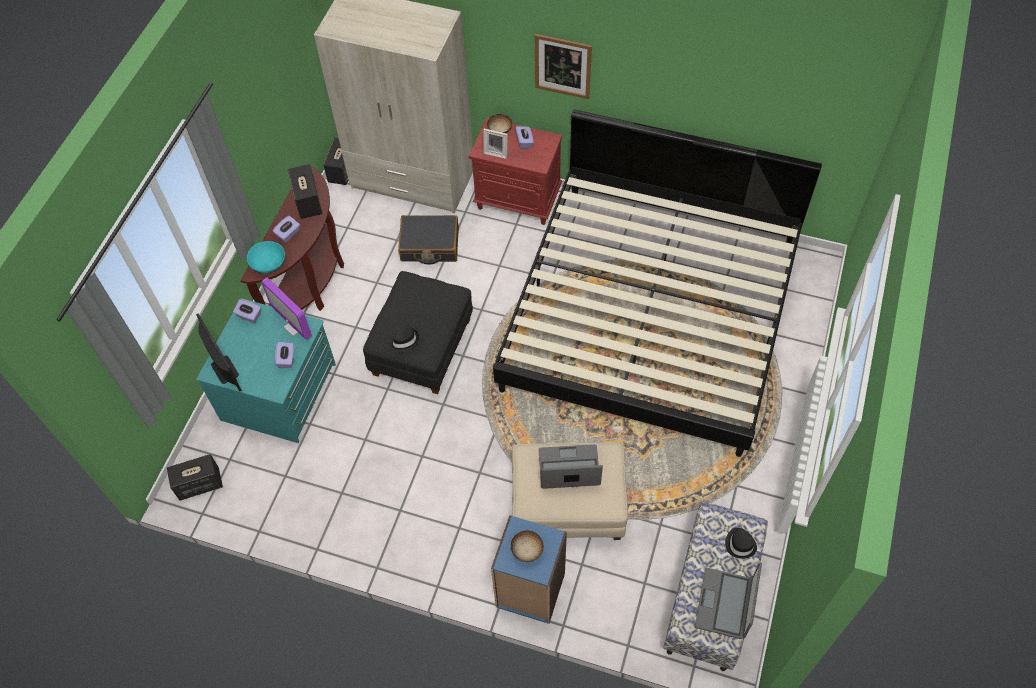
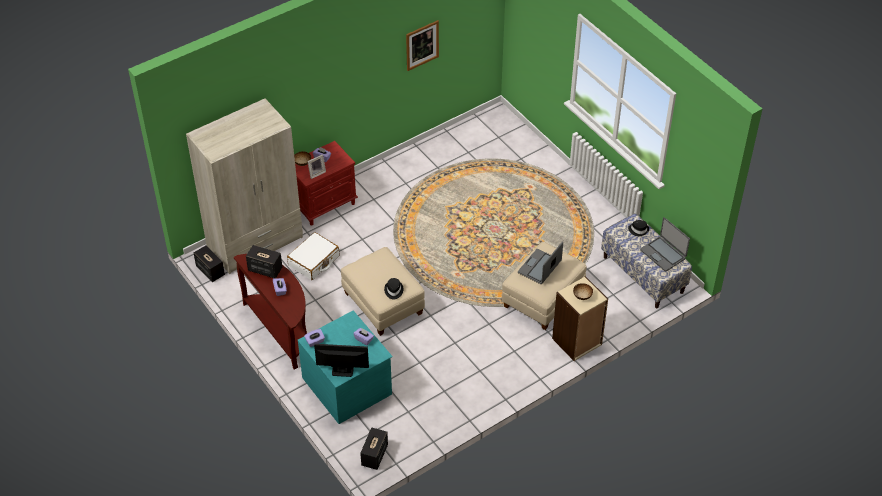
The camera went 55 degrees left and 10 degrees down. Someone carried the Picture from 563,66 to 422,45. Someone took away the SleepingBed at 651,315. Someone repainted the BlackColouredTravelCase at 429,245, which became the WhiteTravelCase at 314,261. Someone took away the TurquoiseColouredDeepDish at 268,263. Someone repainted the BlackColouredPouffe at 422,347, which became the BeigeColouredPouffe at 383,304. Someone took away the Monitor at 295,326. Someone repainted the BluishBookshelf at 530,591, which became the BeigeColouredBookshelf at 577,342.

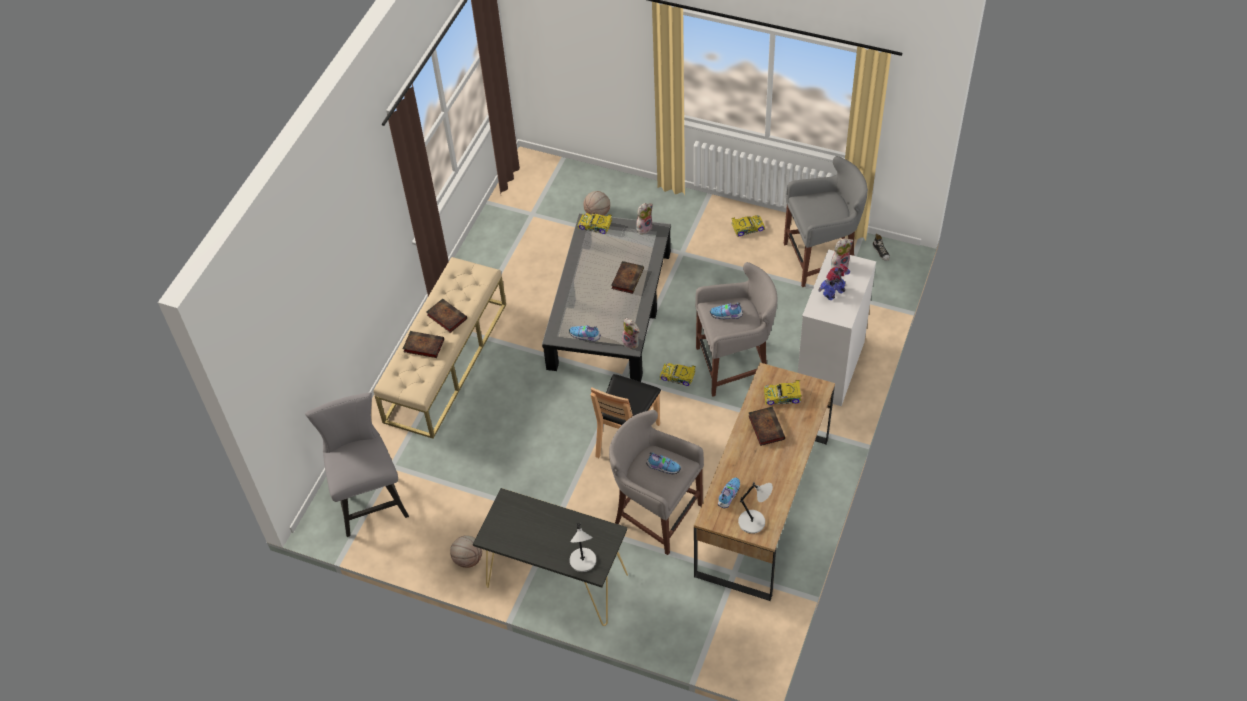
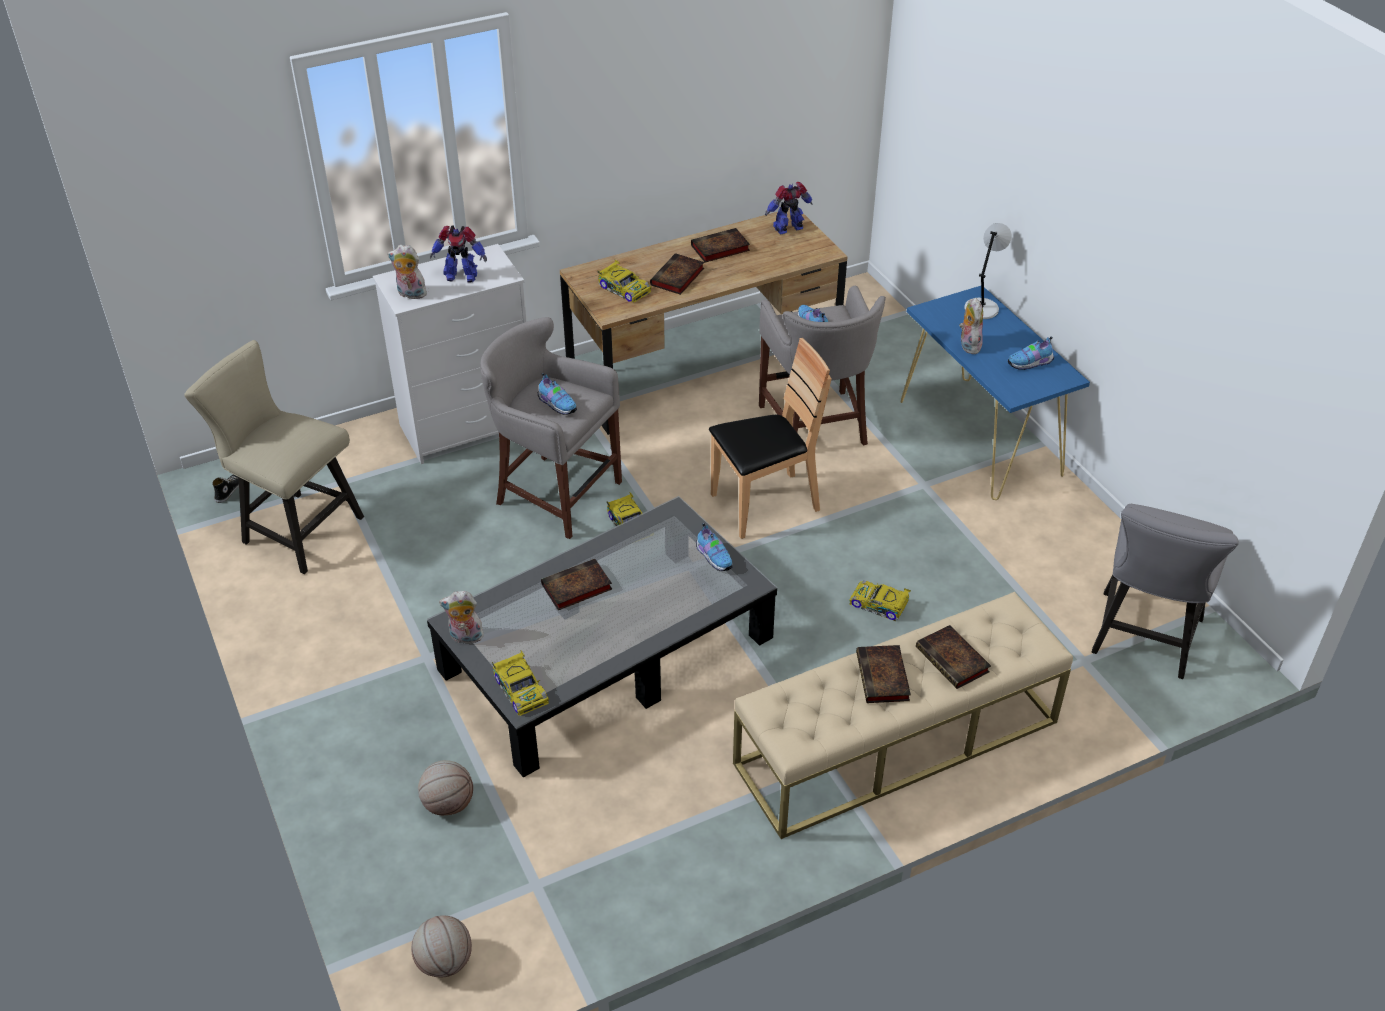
The camera went 140 degrees left and 10 degrees down. Someone swapped the GreyishStoolSeat at 822,258 for the BeigeColouredUprightChair at 295,528. Someone carried the ToyCar from 747,228 to 879,605. Someone carried the CuddlyToy from 632,342 to 968,345. Someone carried the ItemOfFootwear from 728,496 to 1030,363. Someone swapped the GreyishTableLamp at 753,522 for the RobotFigure at 789,229. Someone repainted the BlackColouredHallTable at 556,580, which became the BluishHallTable at 980,438. Someone carried the Basketball from 468,559 to 444,962. Someone put down the Book at 719,249.

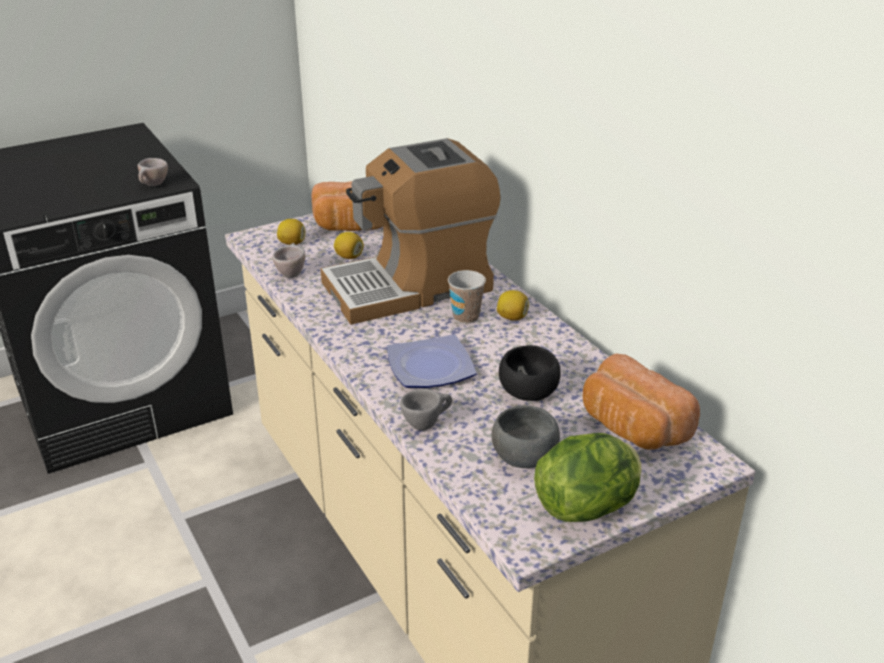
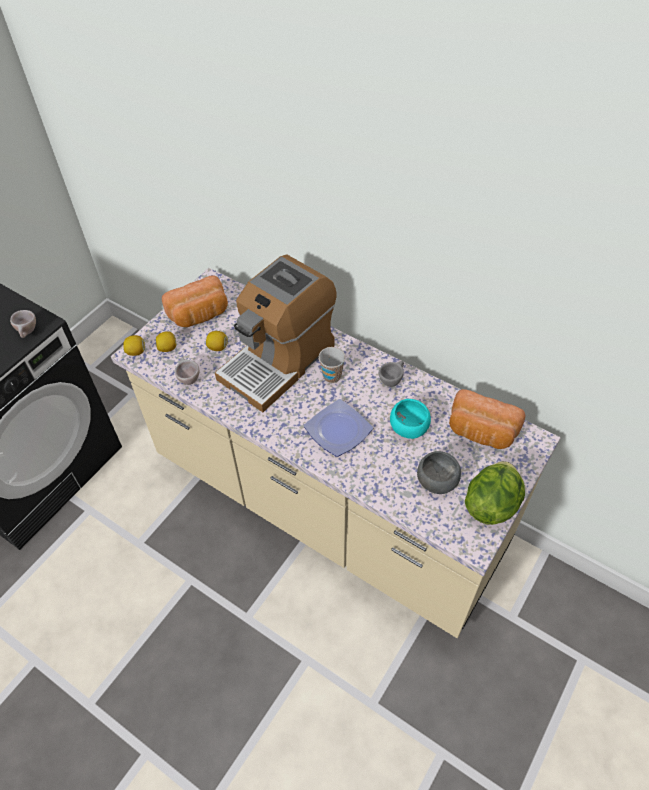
The camera went 25 degrees left and 20 degrees up. Someone carried the WholeLemon from 512,317 to 136,352. Someone repainted the BlackColouredDeepDish at 526,393, which became the TurquoiseColouredDeepDish at 408,428. Someone carried the GreyishSmallCup from 426,423 to 392,380.

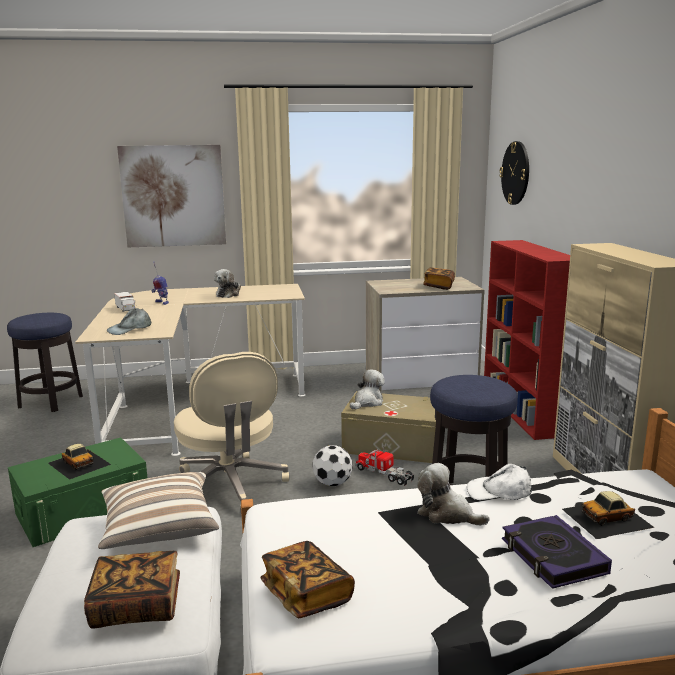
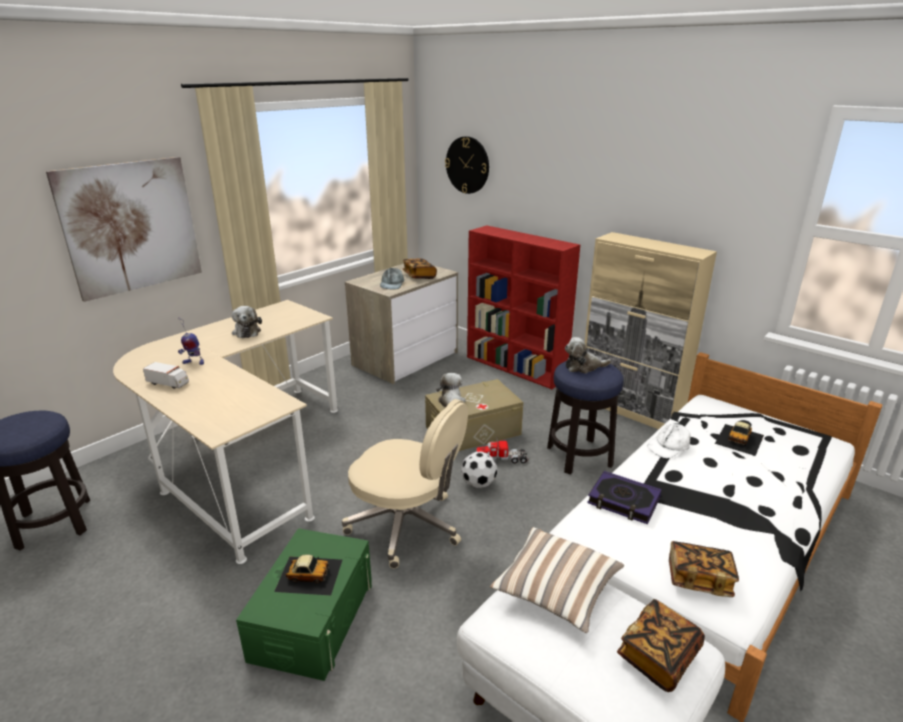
The camera went 40 degrees left and 10 degrees up. Someone carried the GreyishCap from 130,329 to 392,284. Someone carried the CuddlyToy from 447,514 to 583,367. Someone carried the Book from 553,557 to 623,501.

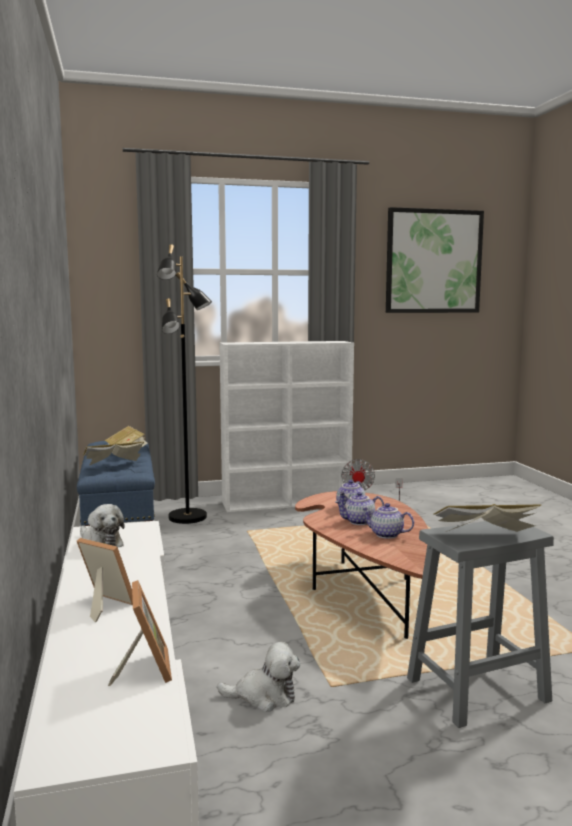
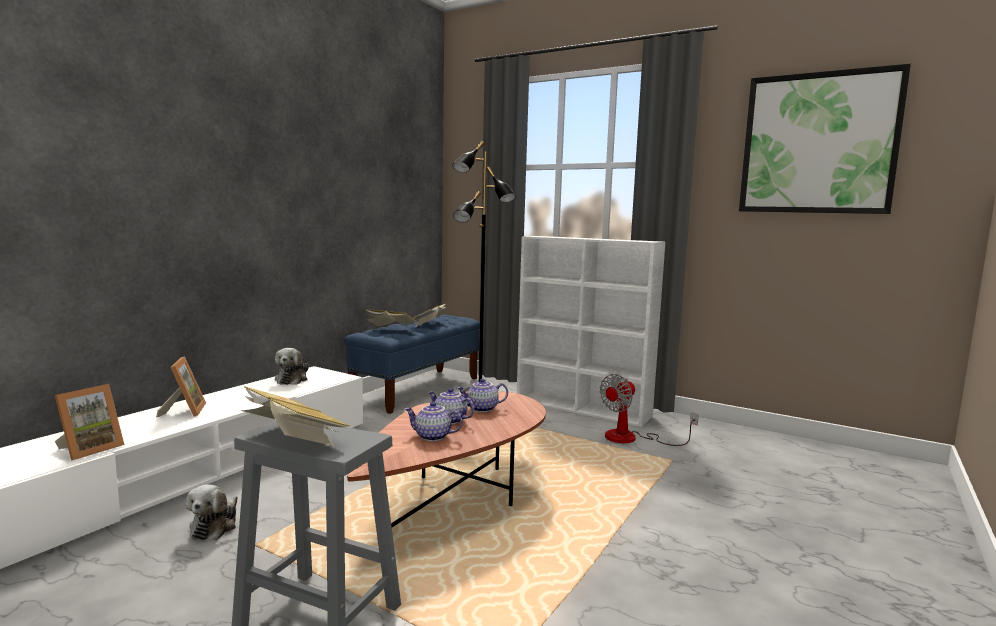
The camera went 45 degrees right and 0 degrees up. Someone rotated the TeaPot at 386,535 by 60 degrees counterclockwise. Someone rotated the CuddlyToy at 264,696 by 45 degrees clockwise.

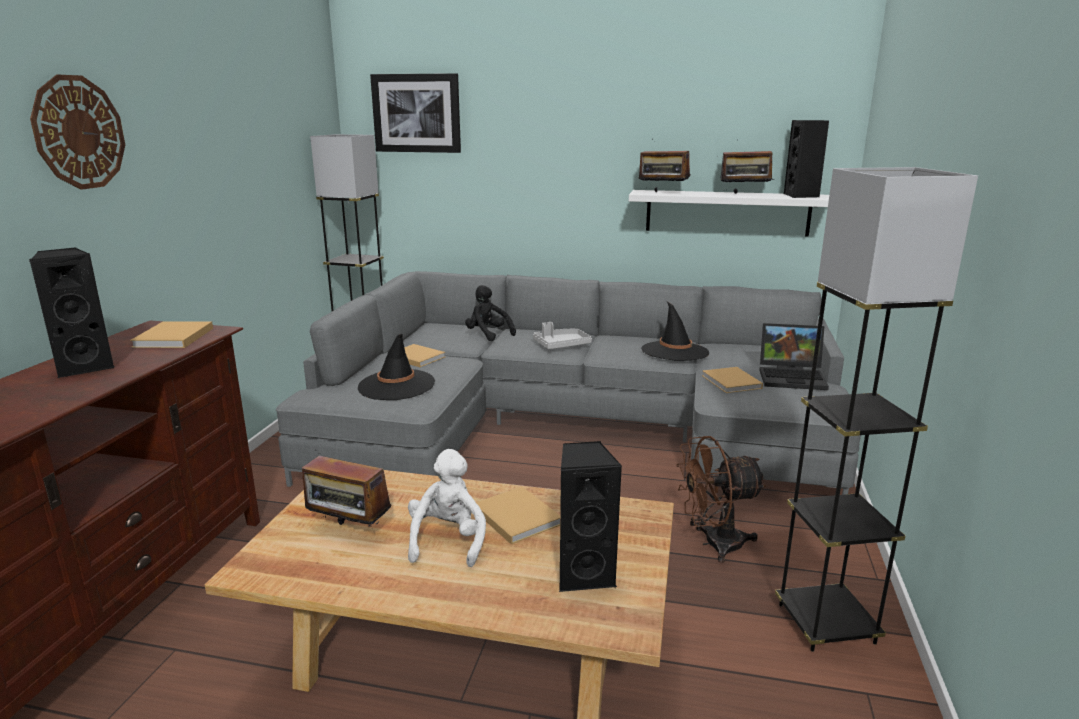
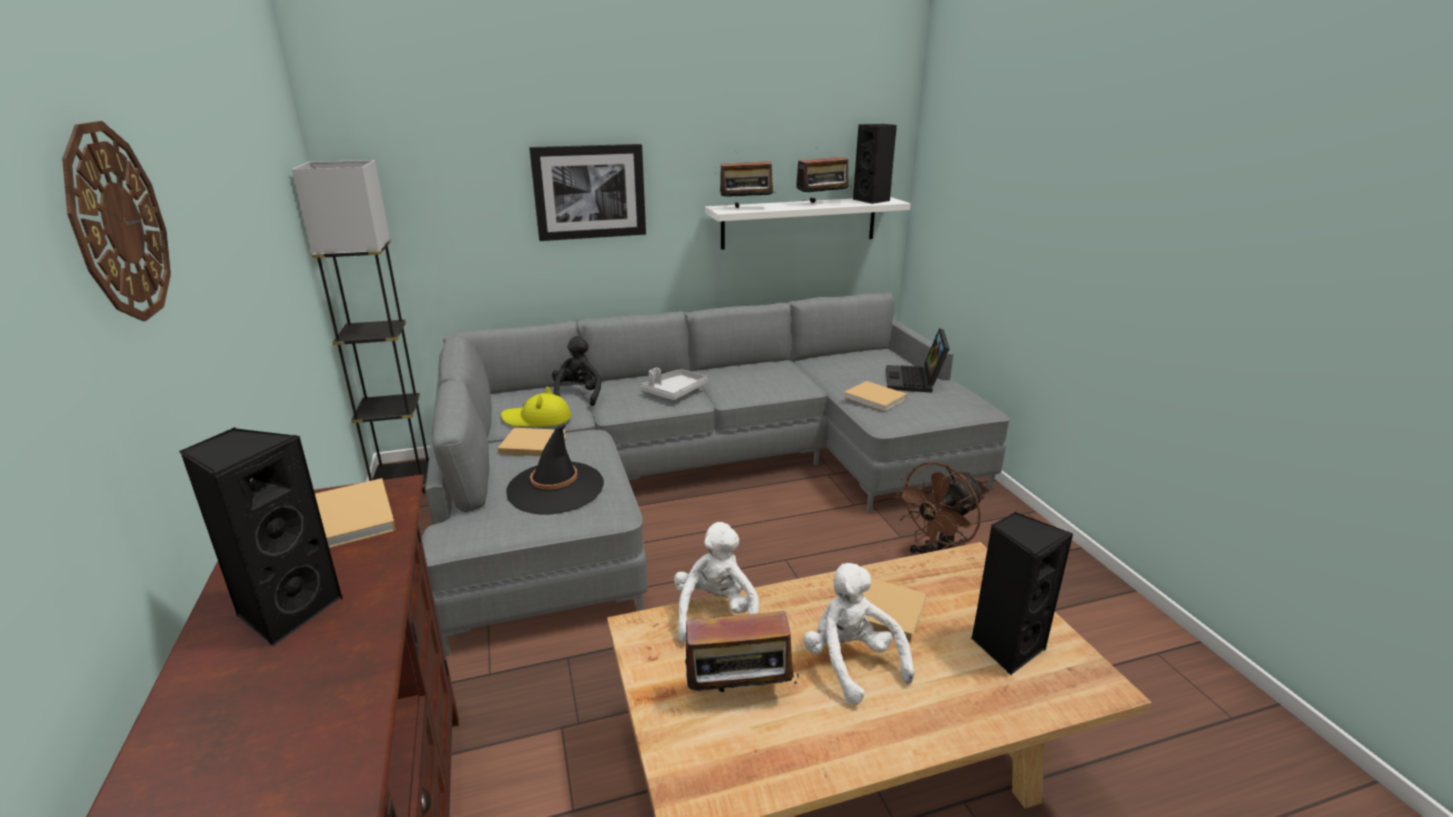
The camera went 30 degrees left and 5 degrees up. Someone carried the Picture from 416,113 to 589,192. Someone took away the GreyishStandingLamp at 826,623. Someone rotated the BlackColouredCuddlyToy at 488,334 by 75 degrees clockwise. Someone took away the BlackColouredWearableHat at 674,351. Someone rotated the NotebookComputer at 793,377 by 120 degrees clockwise. Someone put down the YellowWearableHat at 537,419. Someone put down the WhiteCuddlyToy at 716,615.

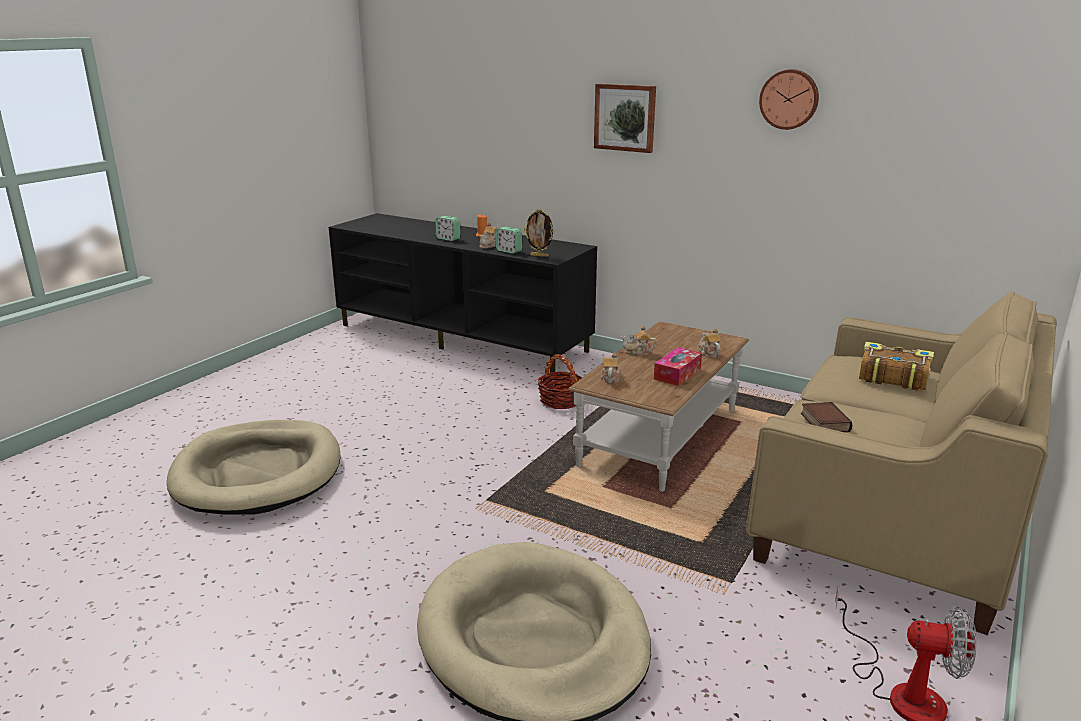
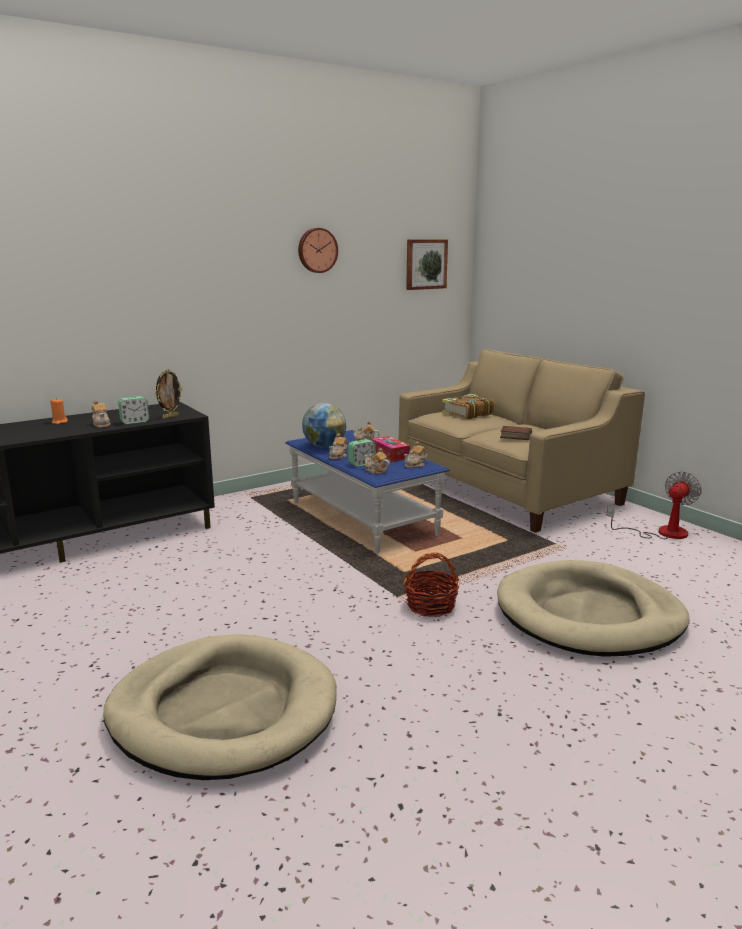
The camera went 65 degrees left and 5 degrees down. Someone carried the Picture from 625,117 to 425,264. Someone carried the BedsideClock from 448,239 to 362,464. Someone repainted the BrownishLowTable at 660,437, which became the BluishLowTable at 362,518. Someone carried the StorageBasket from 560,401 to 431,605. Someone put down the WorldGlobe at 324,446. Someone put down the TeaPot at 415,465.

